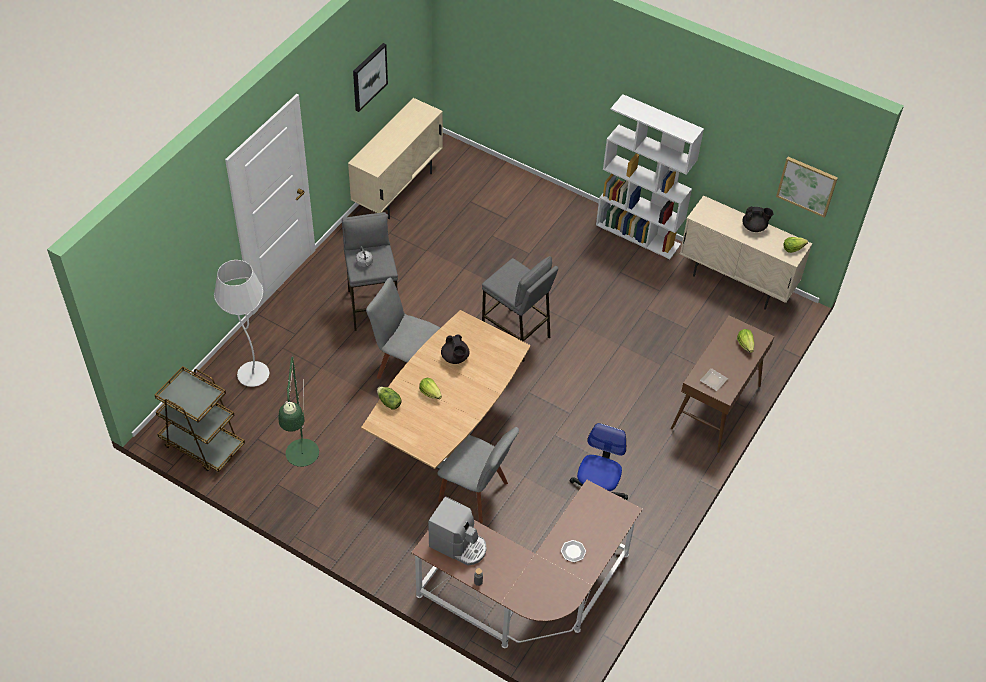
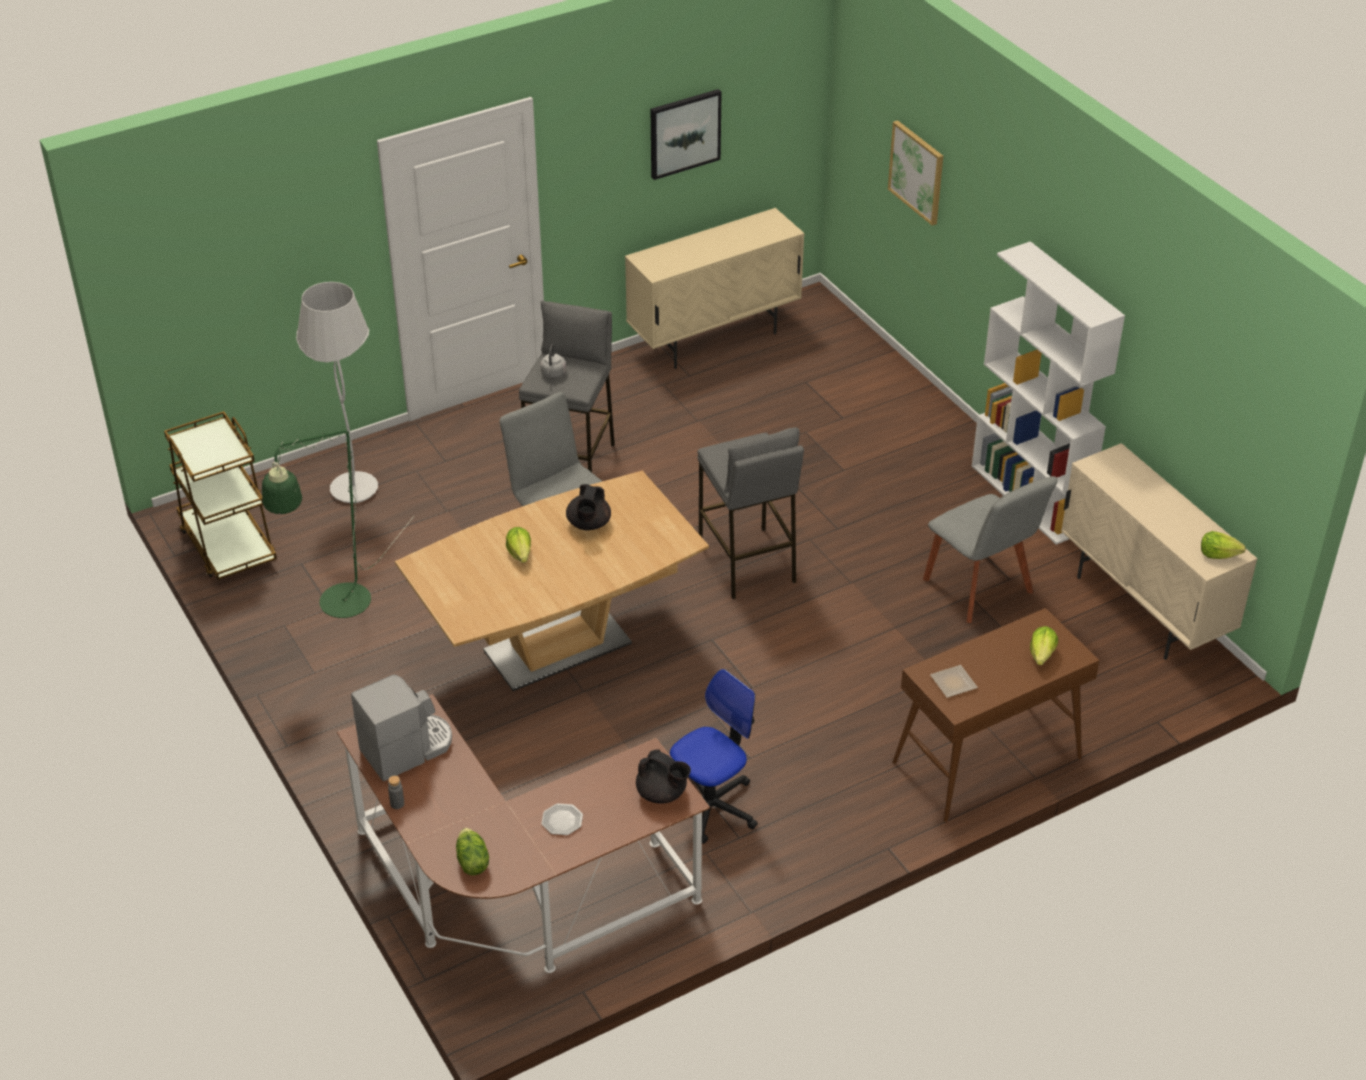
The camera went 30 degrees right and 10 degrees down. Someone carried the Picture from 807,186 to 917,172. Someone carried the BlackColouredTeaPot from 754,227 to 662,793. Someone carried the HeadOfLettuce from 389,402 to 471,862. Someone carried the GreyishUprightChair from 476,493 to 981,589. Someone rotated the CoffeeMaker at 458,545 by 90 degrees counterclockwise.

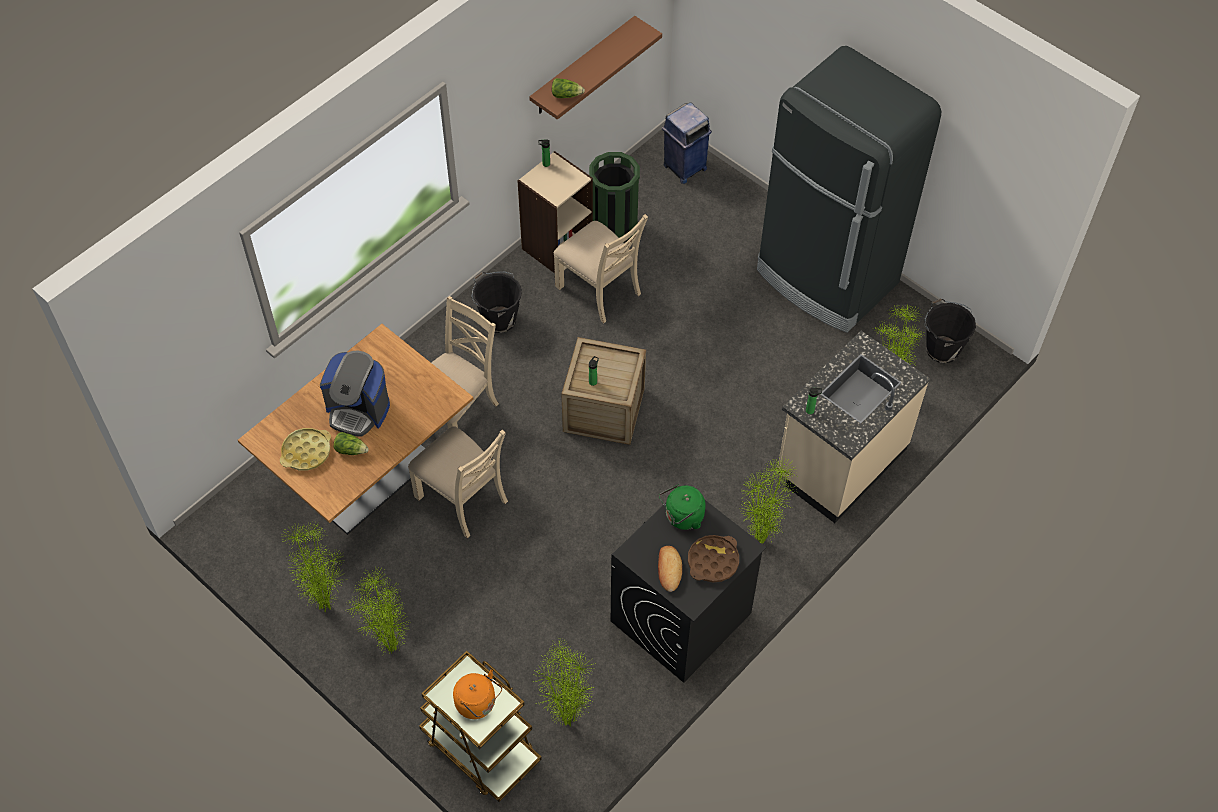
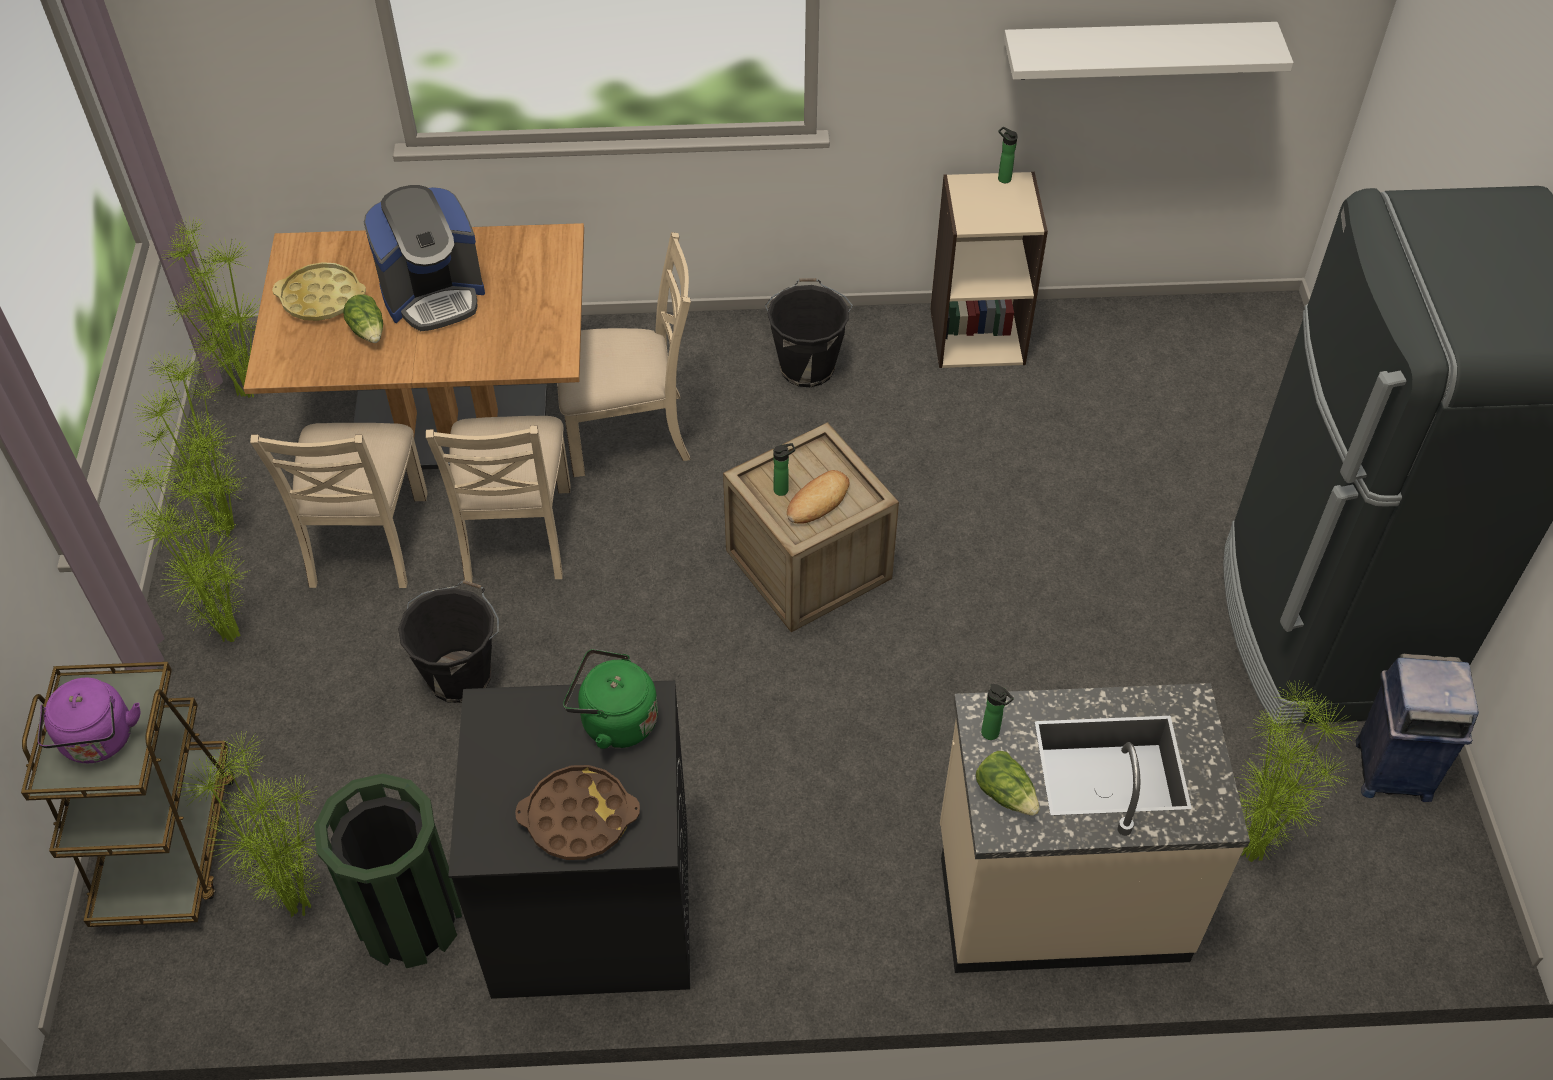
The camera went 45 degrees right and 5 degrees down. Someone repainted the BrownishBracketShelf at 583,67, which became the WhiteBracketShelf at 1136,50. Someone carried the HeadOfLettuce from 566,95 to 1006,793. Someone carried the BluishTrashCan from 684,167 to 1390,769. Someone carried the GreenishTrashCan from 613,229 to 409,920. Someone carried the BeigeColouredUprightChair from 599,290 to 366,540. Someone carried the BlackColouredPail from 942,348 to 461,674. Someone rotated the CoffeeMaker at 358,410 by 90 degrees counterclockwise. Someone carried the PottedPlant from 761,542 to 247,396. Someone carried the BakeryBread from 669,570 to 818,501. Someone repainted the OrangeColouredWaterKettle at 478,704, which became the PurplishWaterKettle at 99,742.

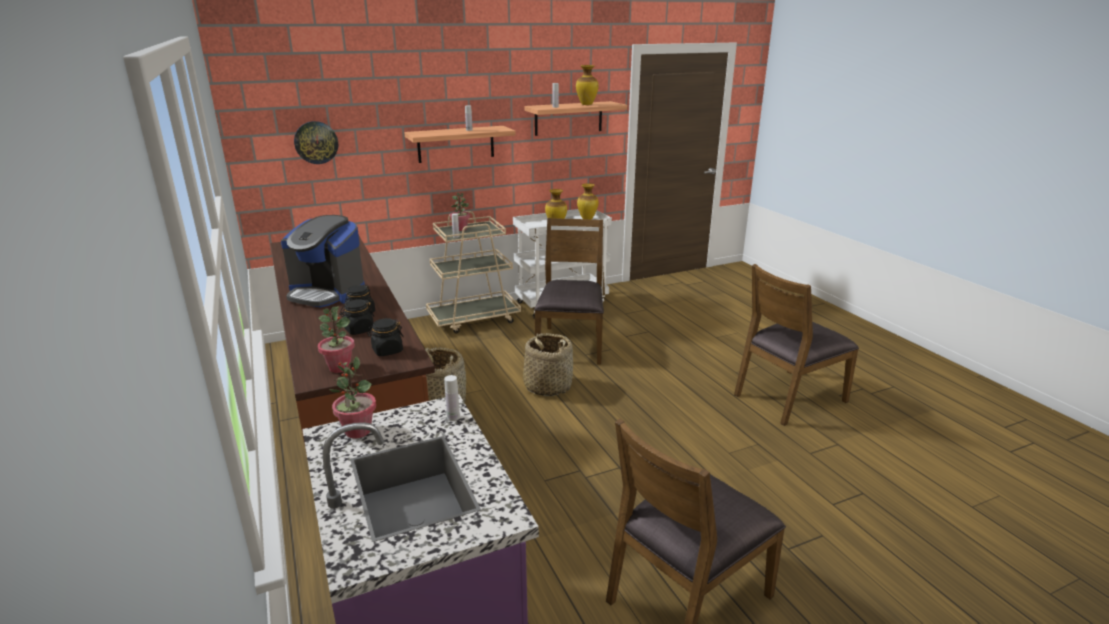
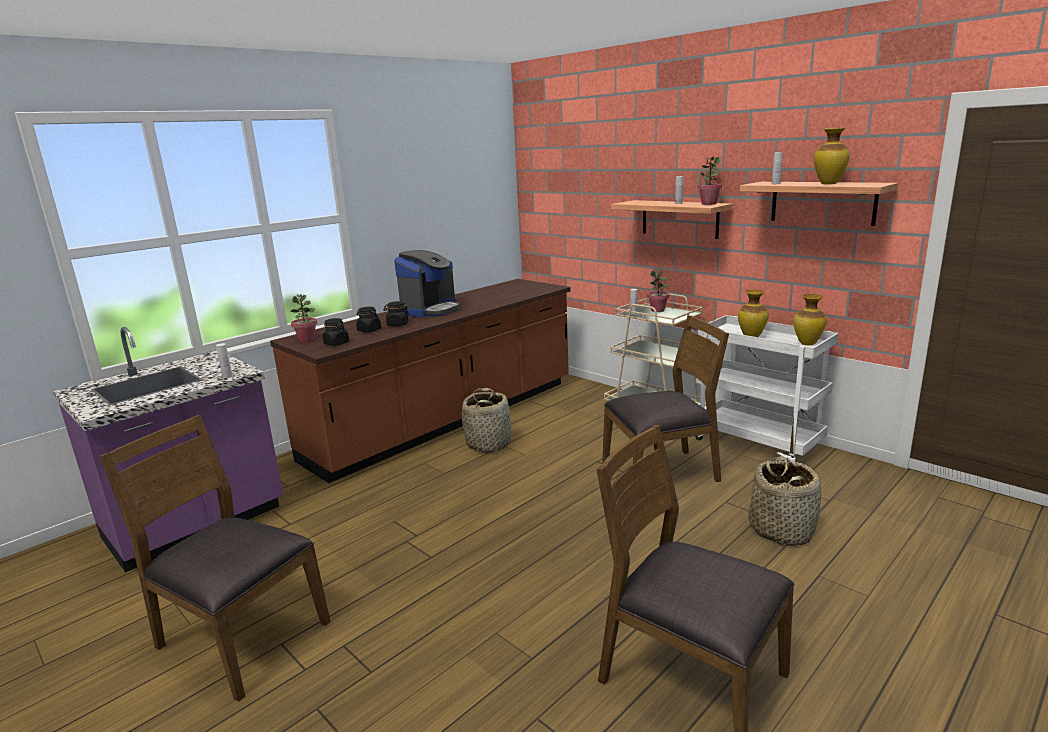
The camera went 70 degrees right and 5 degrees down. Someone took away the WallClock at 316,142. Someone rotated the CoffeeMaker at 327,293 by 150 degrees counterclockwise. Someone carried the StorageBasket from 547,386 to 781,529. Someone carried the PottedPlant from 357,431 to 708,204.

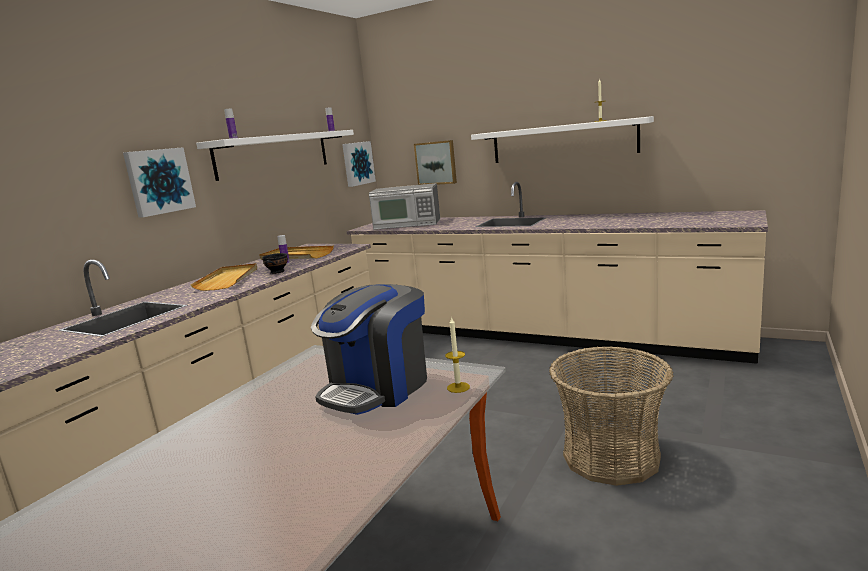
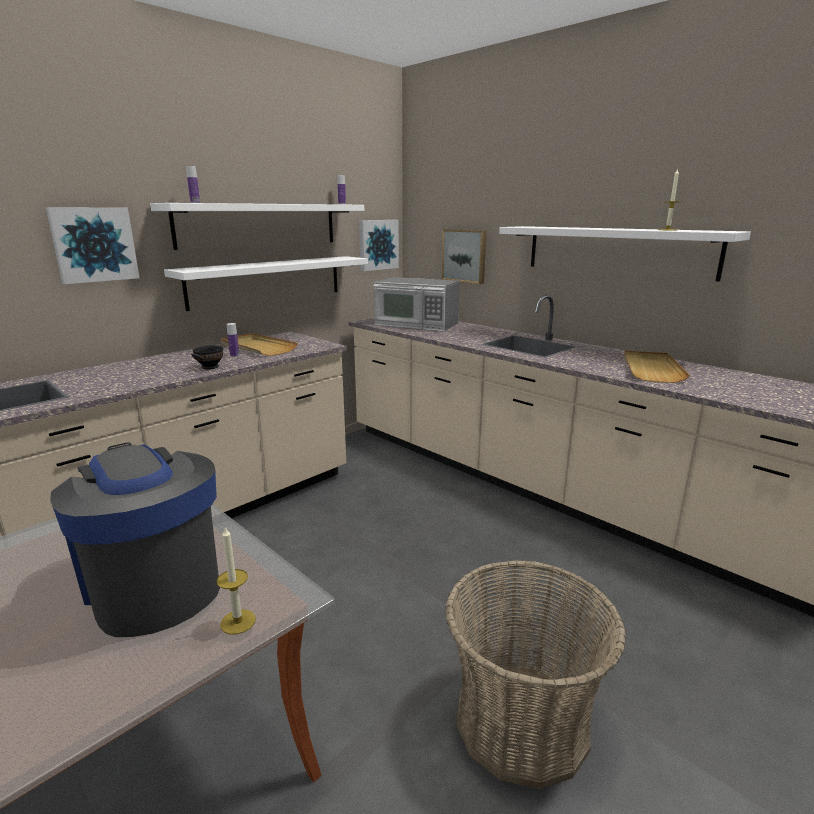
The camera went 15 degrees right and 5 degrees up. Someone carried the BeigeColouredCarryingTray from 228,279 to 651,369. Someone rotated the CoffeeMaker at 377,388 by 90 degrees clockwise. Someone put up the WhiteBracketShelf at 267,281.

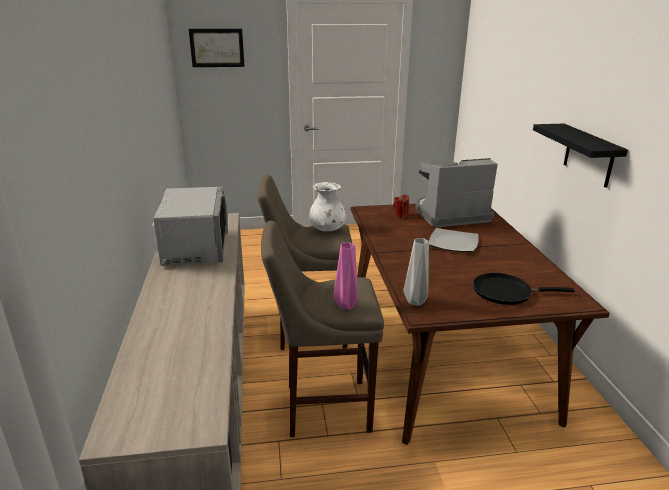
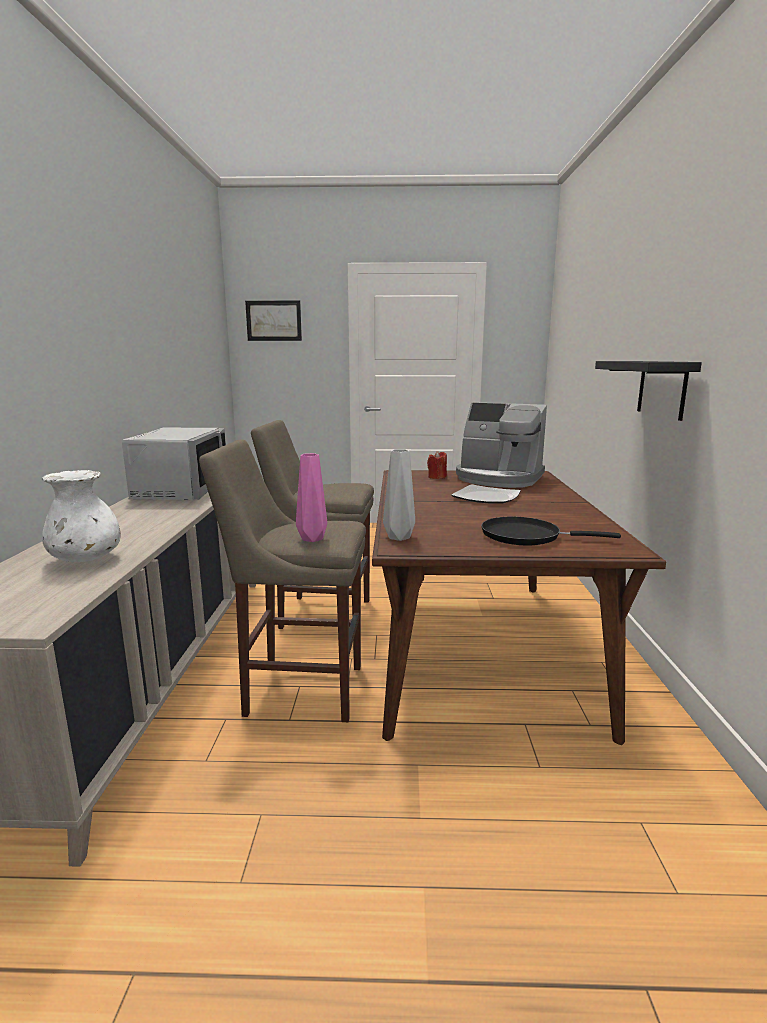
The camera went 10 degrees right and 10 degrees down. Someone rotated the CoffeeMaker at 450,214 by 150 degrees counterclockwise. Someone carried the WhiteVase from 327,229 to 86,560.

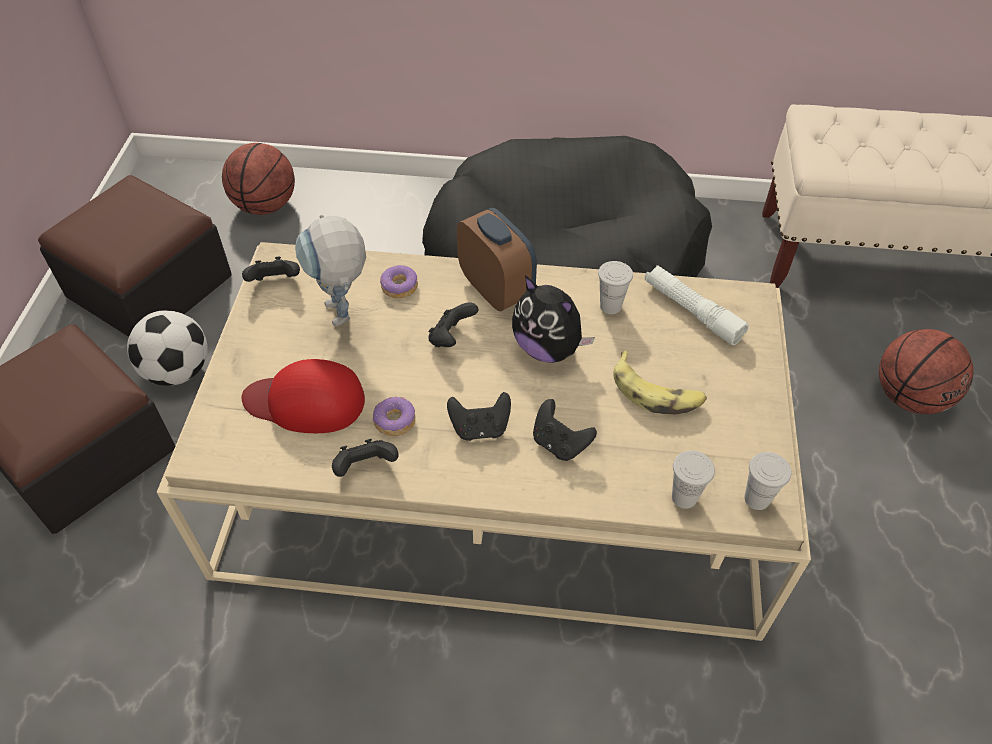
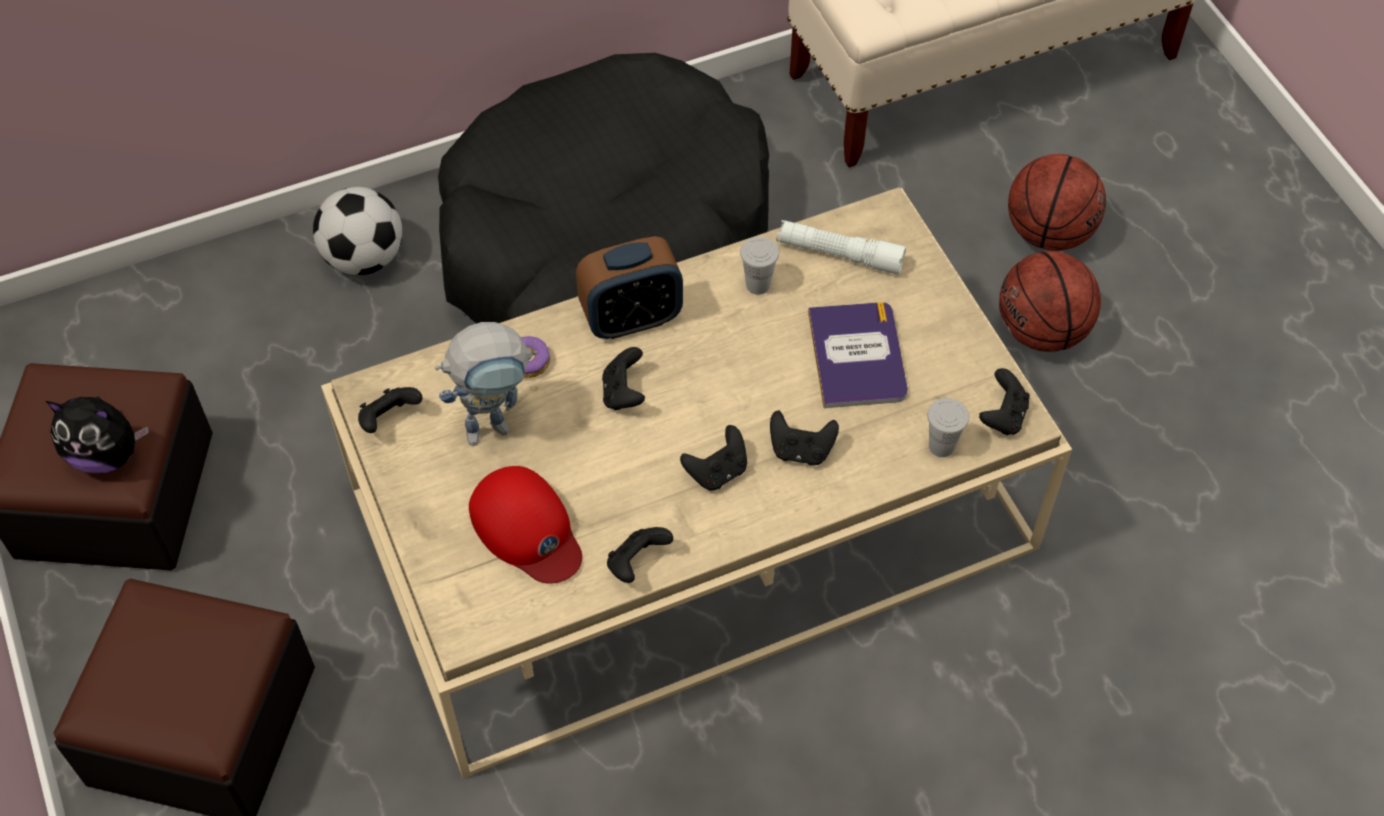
The camera went 30 degrees left and 5 degrees up. Someone carried the Basketball from 265,206 to 1041,331. Someone rotated the BedsideClock at 496,289 by 135 degrees clockwise. Someone rotated the RobotFigure at 344,319 by 60 degrees counterclockwise. Someone carried the CuddlyToy from 548,348 to 107,454. Someone carried the Football from 178,371 to 364,258. Someone swapped the BananaFruit at 656,392 for the Book at 857,356. Someone rotated the ReddishCap at 306,401 by 105 degrees counterclockwise. Someone took away the RingDoughnut at 394,421. Someone swapped the WhiteSmallCup at 757,499 for the BlackColouredGamepad at 1003,416.

